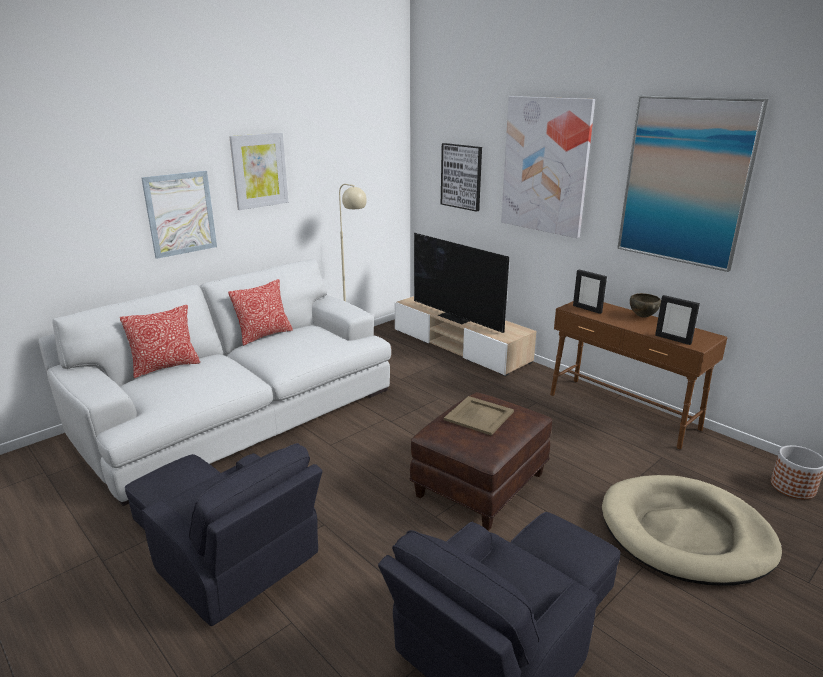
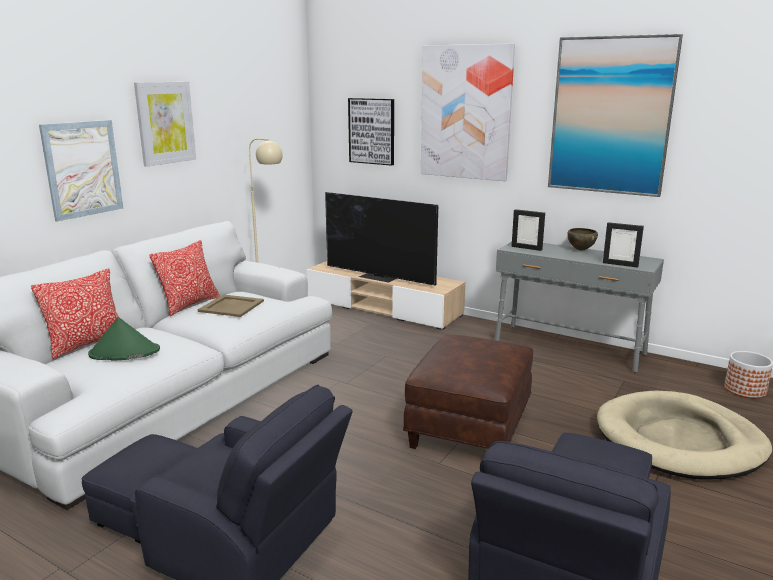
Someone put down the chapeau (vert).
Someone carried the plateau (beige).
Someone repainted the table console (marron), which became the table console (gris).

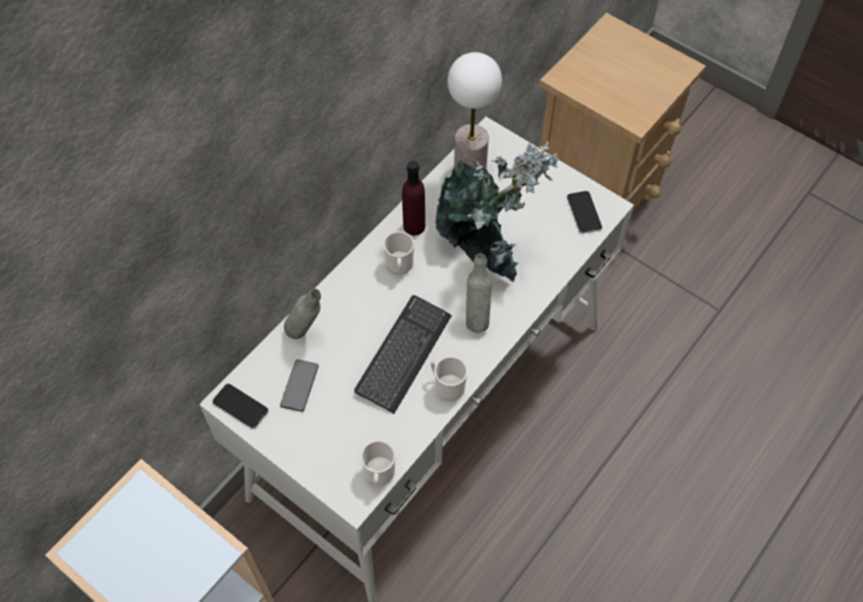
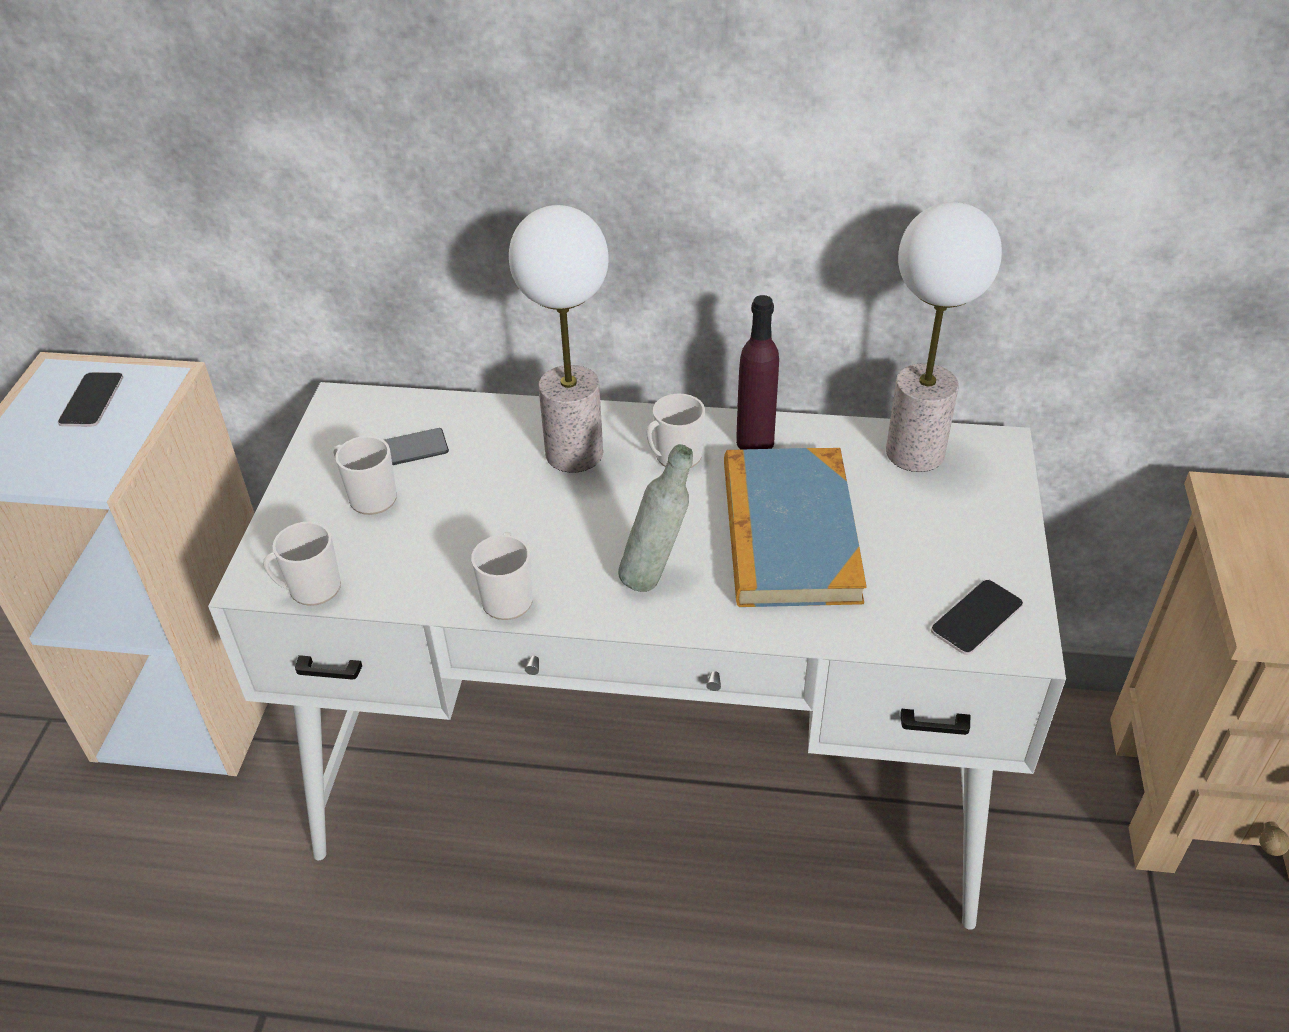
Someone carried the téléphone (1st from left).
Someone put down the mug (2nd from left).
Someone put down the lampe de table (1st from left).
Someone swapped the plante en pot for the livre.
Someone took away the bouteille (gris) (1st from left).
Someone took away the clavier.

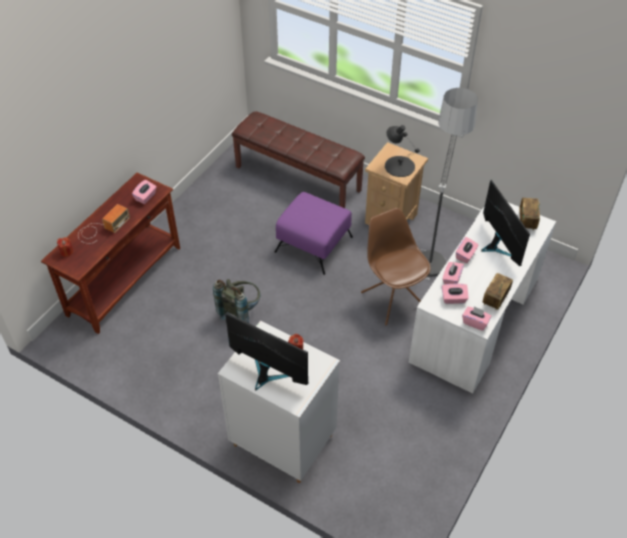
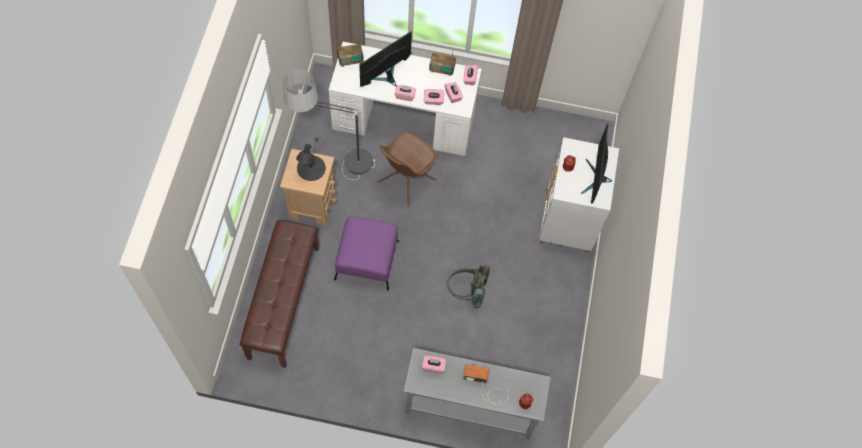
Someone repainted the table console (marron), which became the table console (gris).

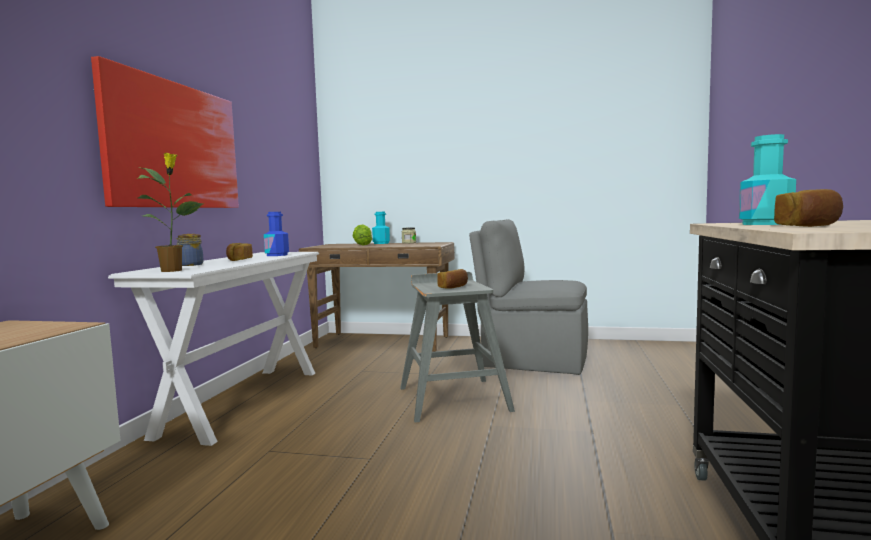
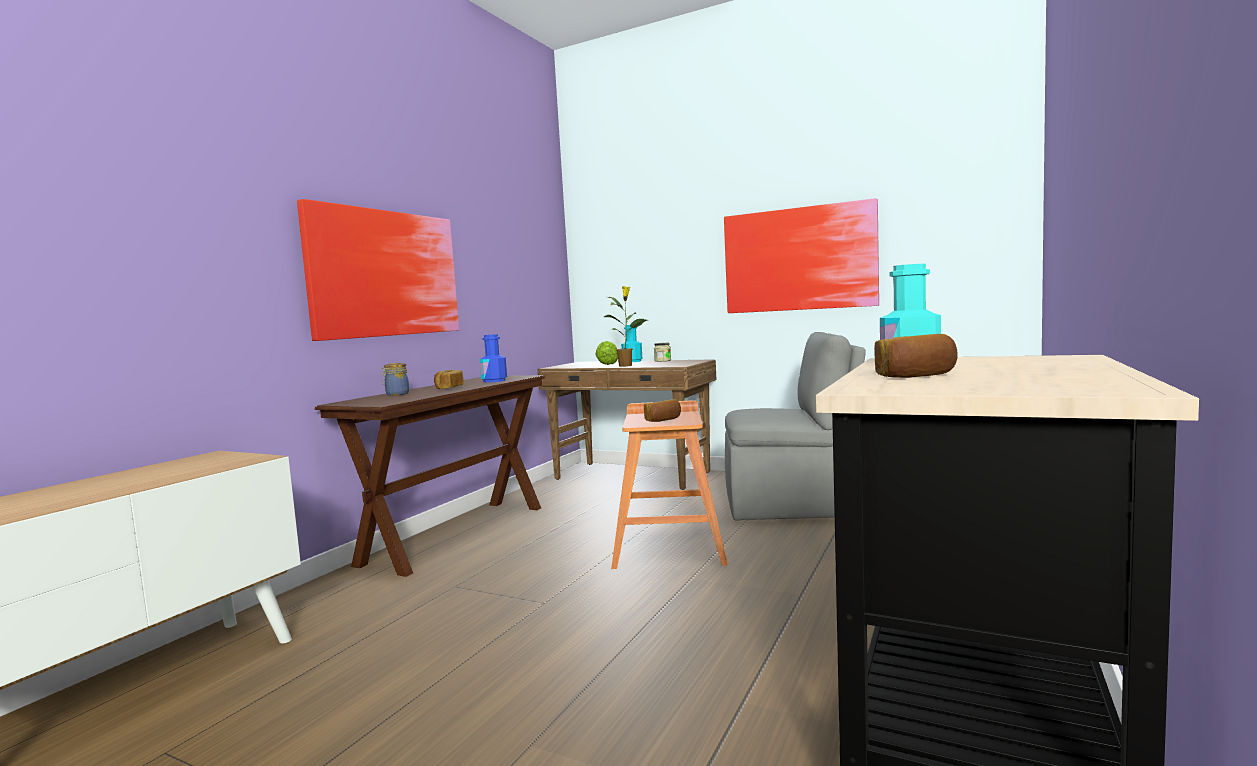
Someone repainted the table console (blanc), which became the table console (marron) (1st from left).
Someone carried the plante en pot.
Someone repainted the tabouret (gris), which became the tabouret (marron).
Someone put up the tableau (2nd from left).
Someone rotated the chaise (gris) by 150 degrees clockwise.

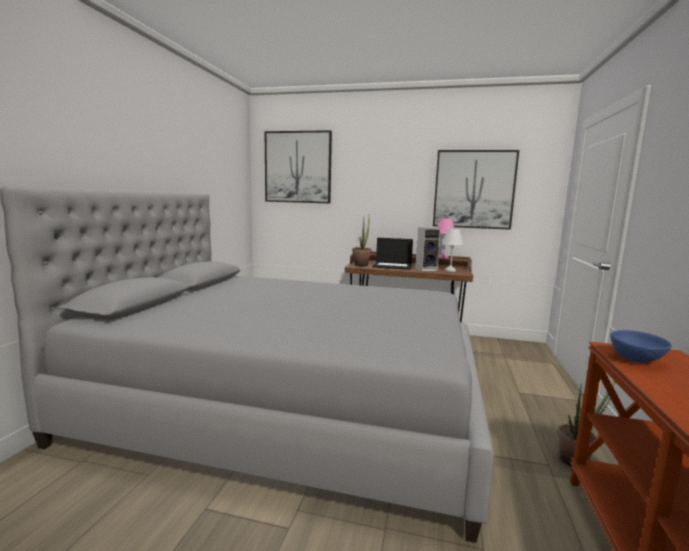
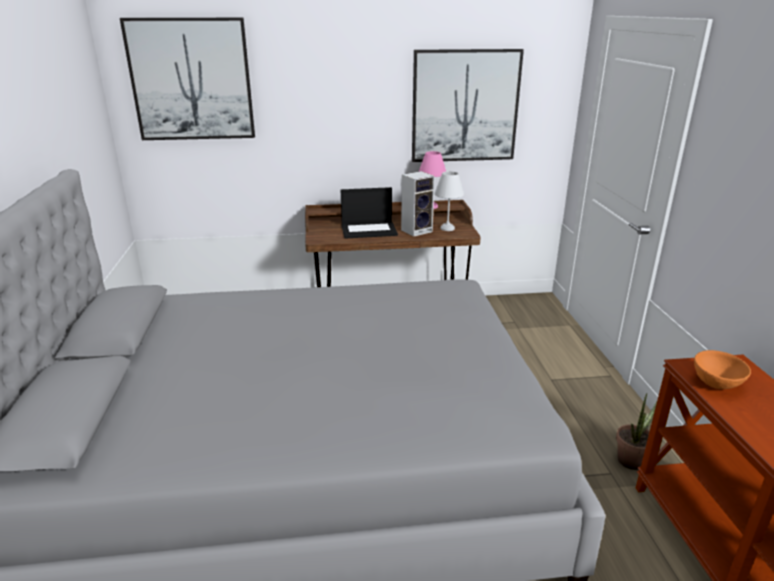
Someone repainted the bol (bleu), which became the bol (orange).
Someone took away the plante en pot (1st from left).

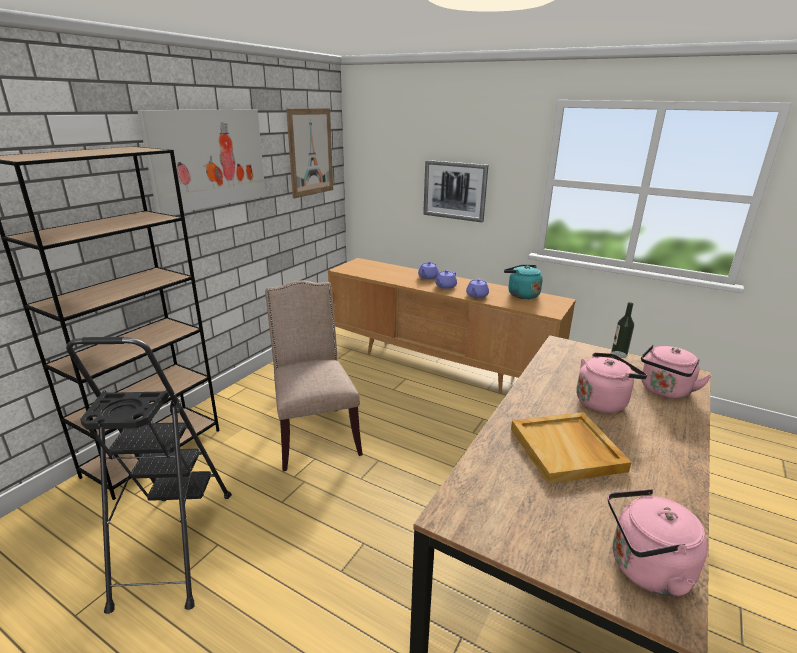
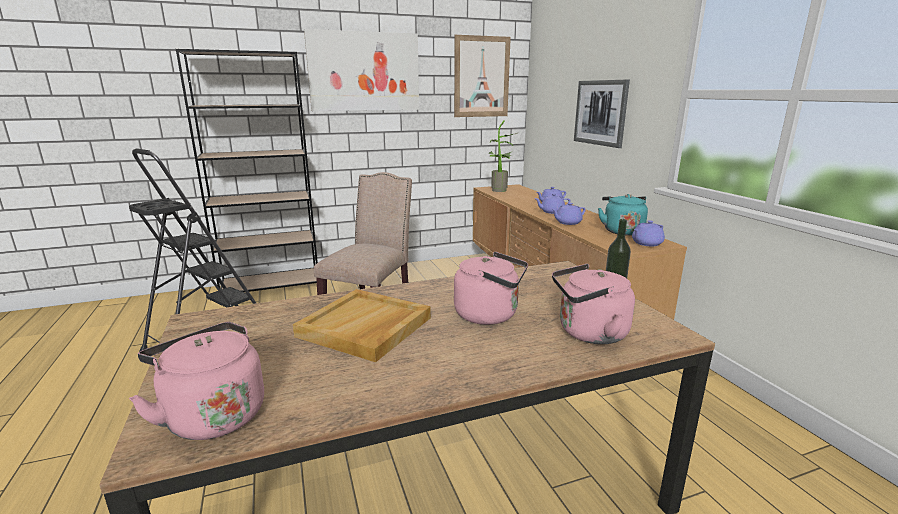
Someone put down the plante en pot.
Someone put down the théière (violet) (4th from left).

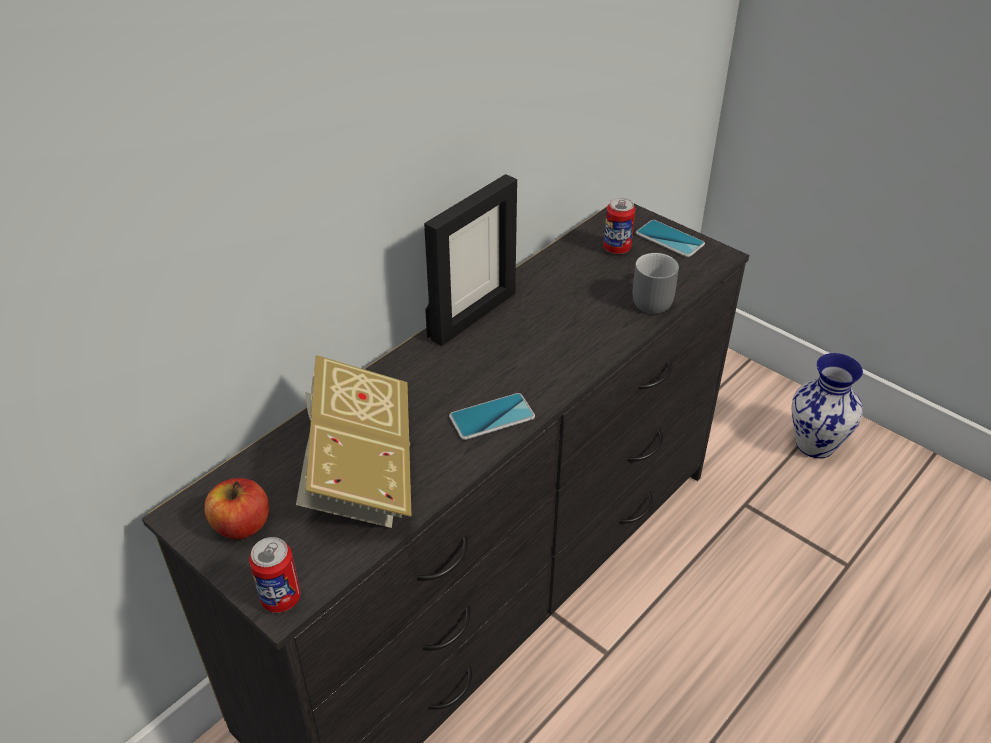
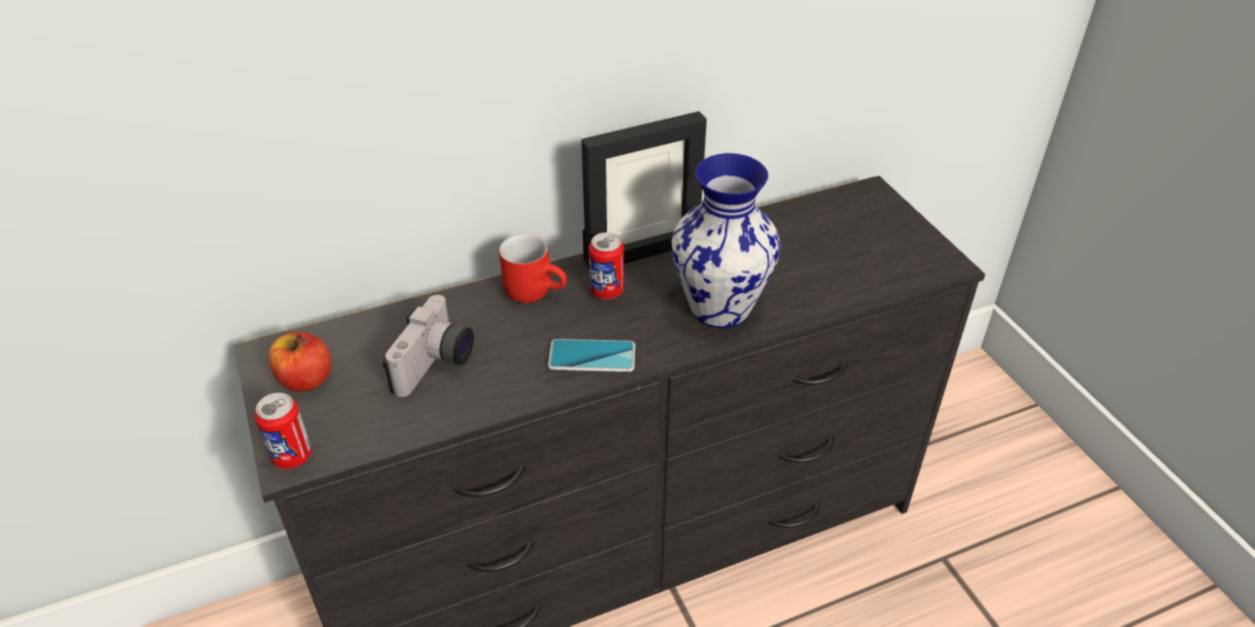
Someone swapped the livre for the appareil photo.
Someone put down the mug (rouge).
Someone carried the boîte métallique (2nd from left).
Someone carried the vase.
Someone took away the mug (gris).
Someone took away the téléphone (2nd from left).

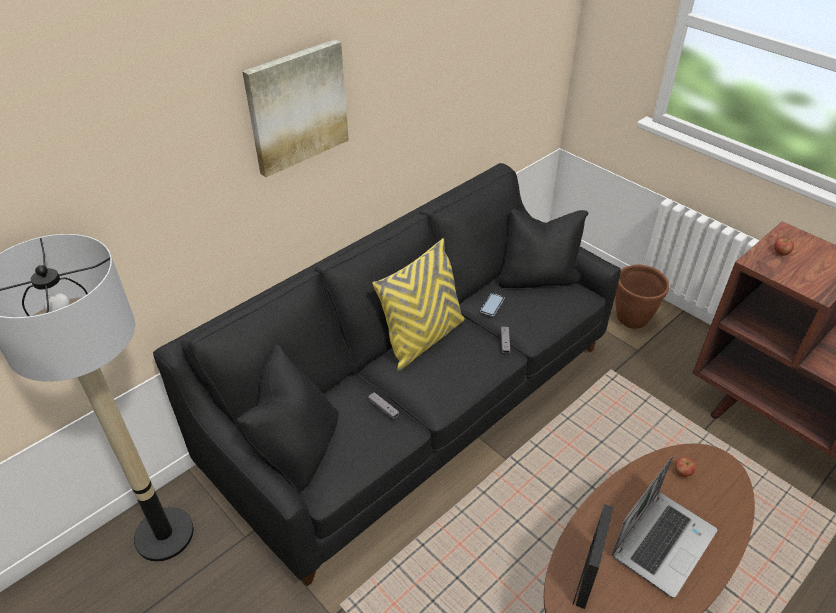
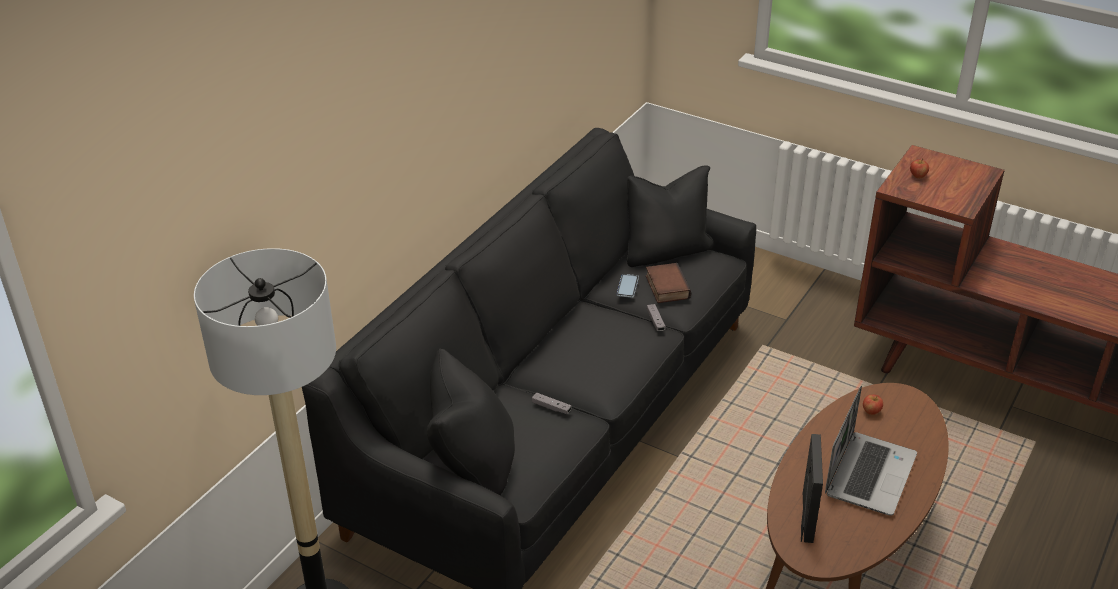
Someone put down the livre.
Someone took away the tableau.
Someone took away the coussin (jaune).
Someone took away the cache-pot (marron).

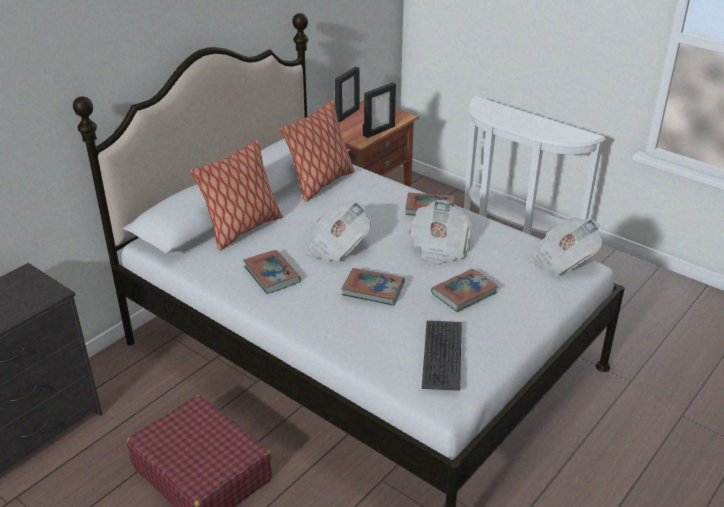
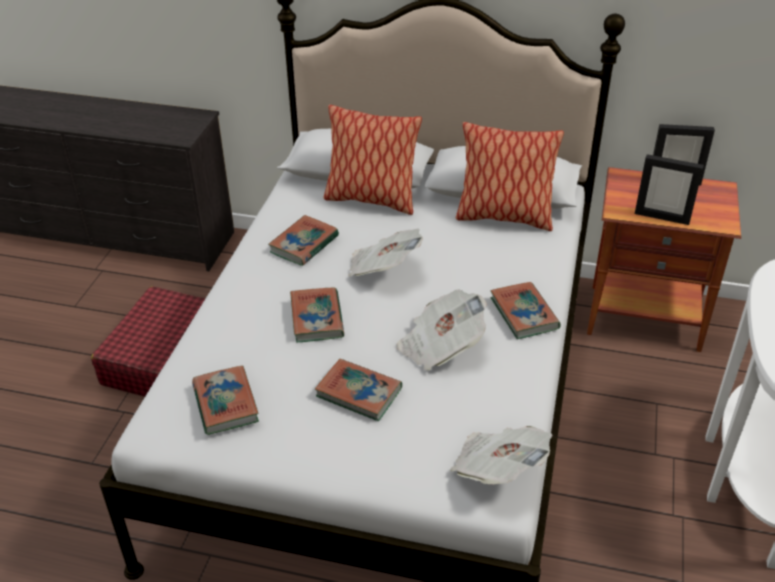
Someone swapped the clavier for the livre (1st from left).

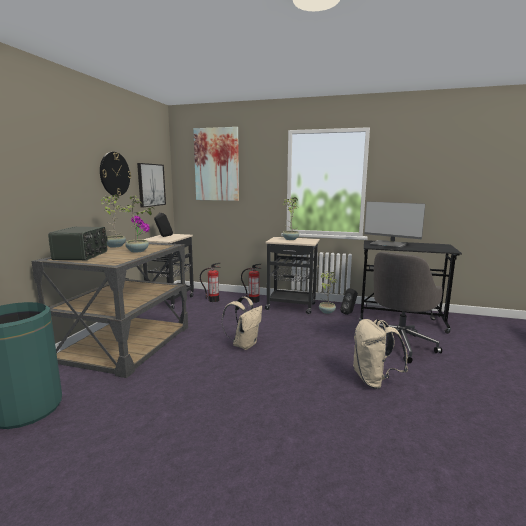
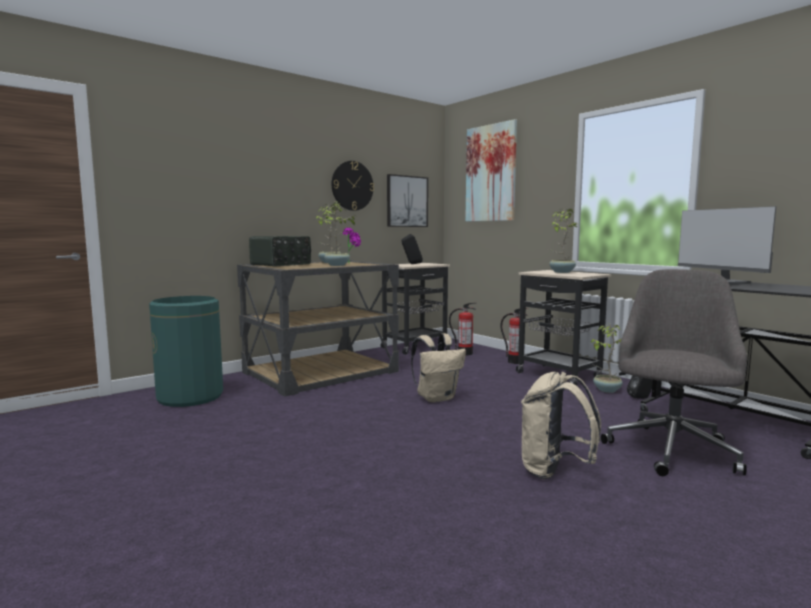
Someone rotated the chaise de bureau (gris) by 135 degrees clockwise.

